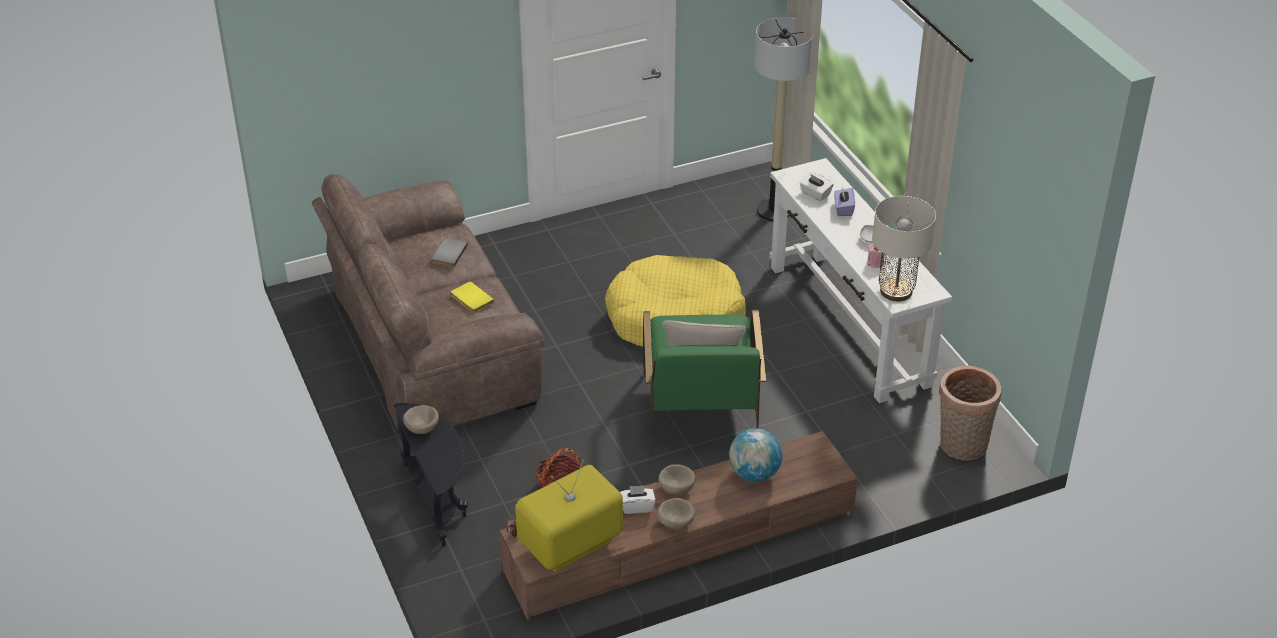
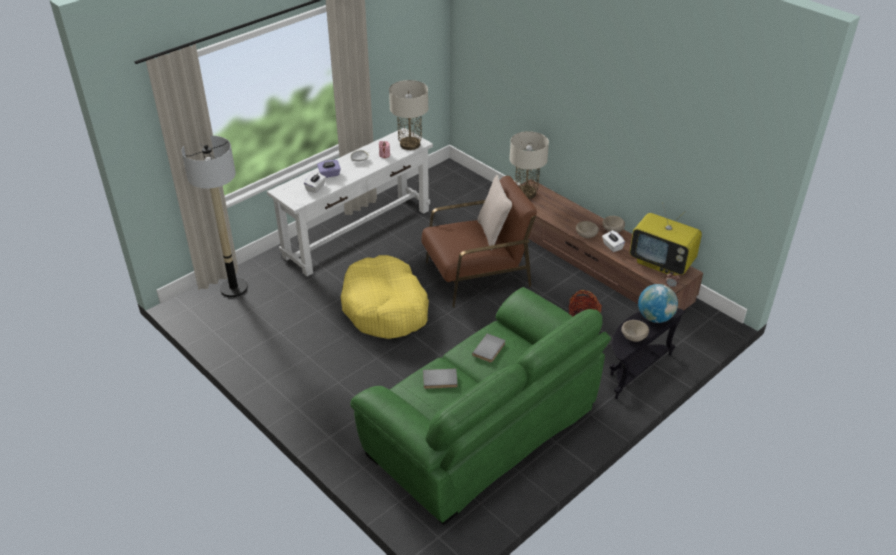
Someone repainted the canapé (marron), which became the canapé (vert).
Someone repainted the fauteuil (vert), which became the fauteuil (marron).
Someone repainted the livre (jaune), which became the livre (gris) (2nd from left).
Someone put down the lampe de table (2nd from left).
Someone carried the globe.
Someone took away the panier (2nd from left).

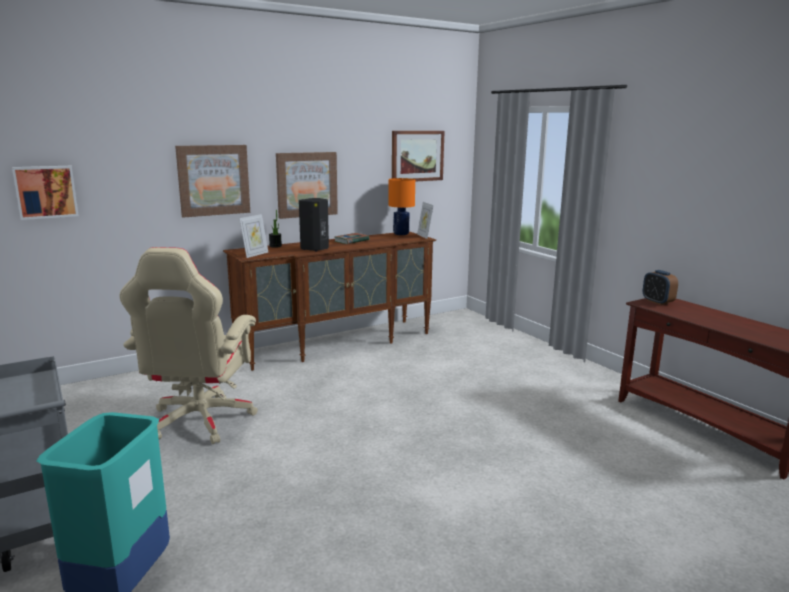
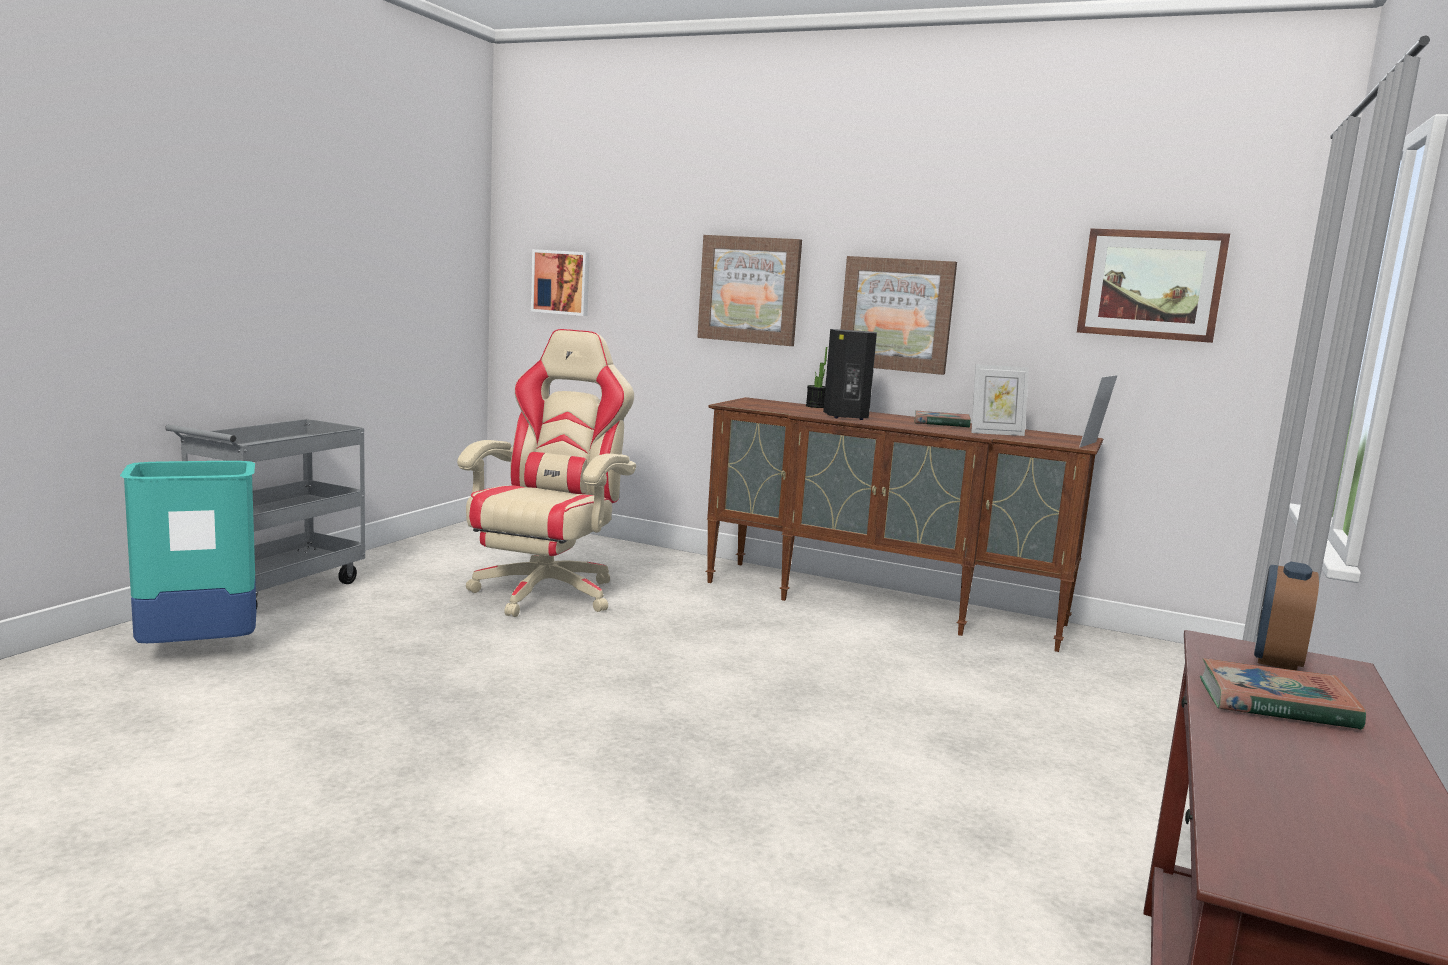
Someone rotated the chaise de bureau (beige) by 135 degrees clockwise.
Someone carried the cadre photo (1st from left).
Someone put down the livre (2nd from left).
Someone took away the lampe de table (orange).

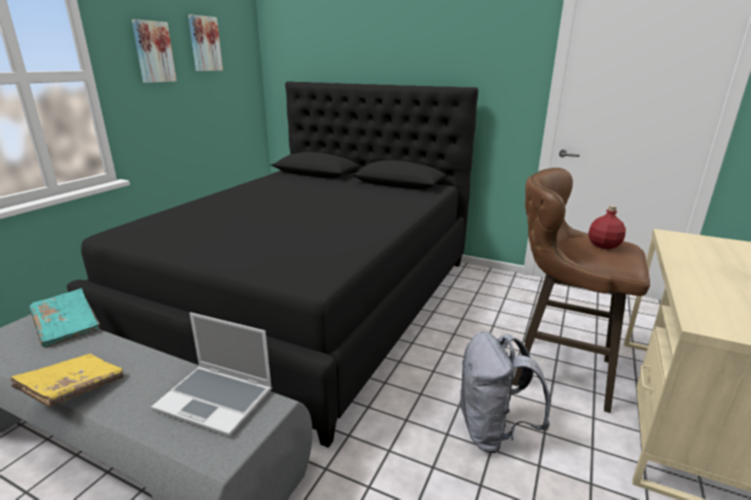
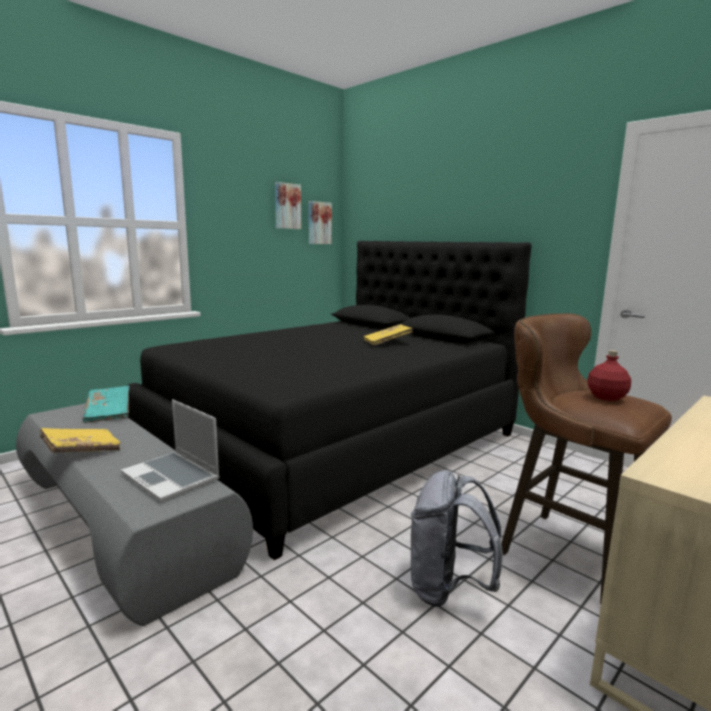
Someone carried the tableau (1st from left in the first image).
Someone put down the livre (jaune) (2nd from left).

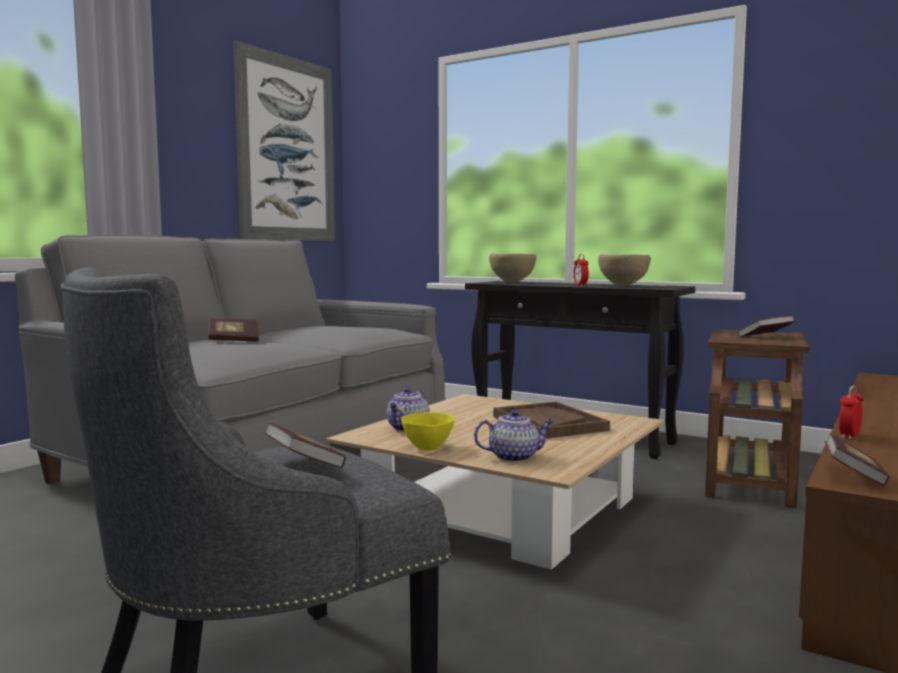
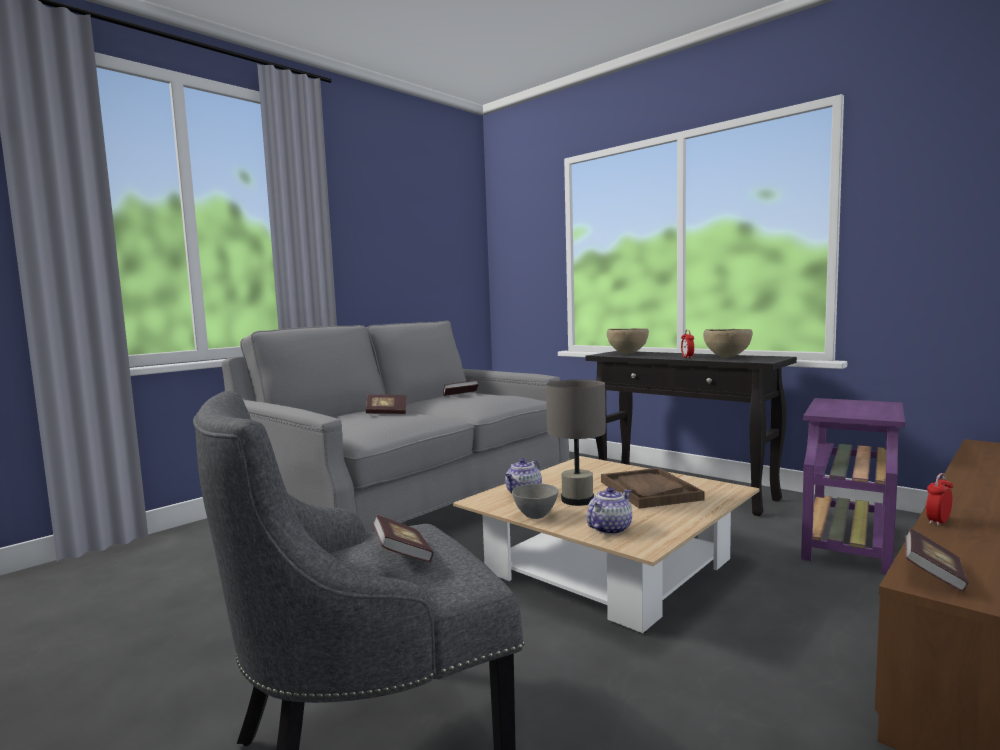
Someone carried the livre (3rd from left).
Someone repainted the bol (jaune), which became the bol (gris).
Someone put down the lampe de table (gris).
Someone rotated the théière (2nd from left) by 45 degrees counterclockwise.
Someone repainted the table d'appoint (marron), which became the table d'appoint (violet).
Someone took away the tableau.

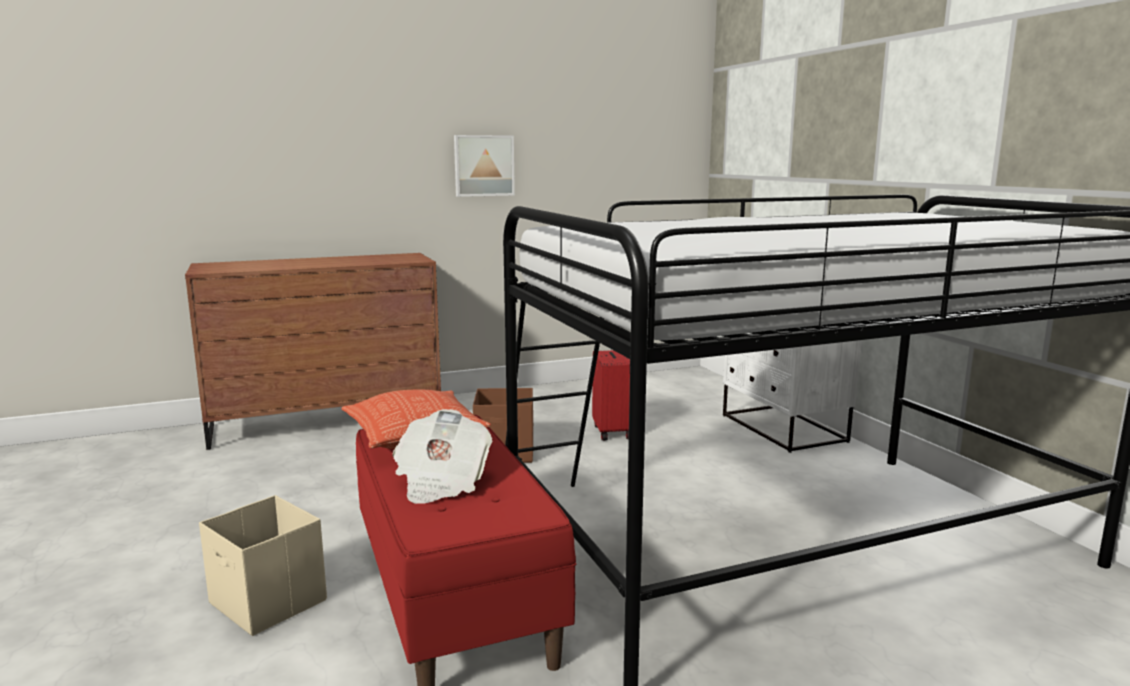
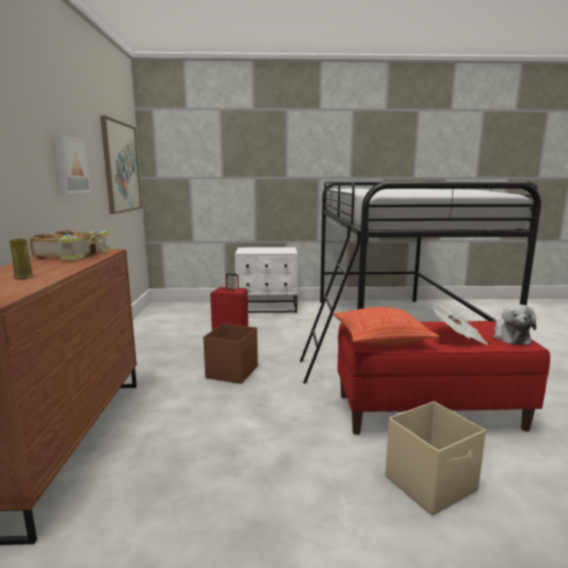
Someone put down the vase (jaune).
Someone put down the livre.
Someone put up the tableau (2nd from left).
Someone put down the peluche.

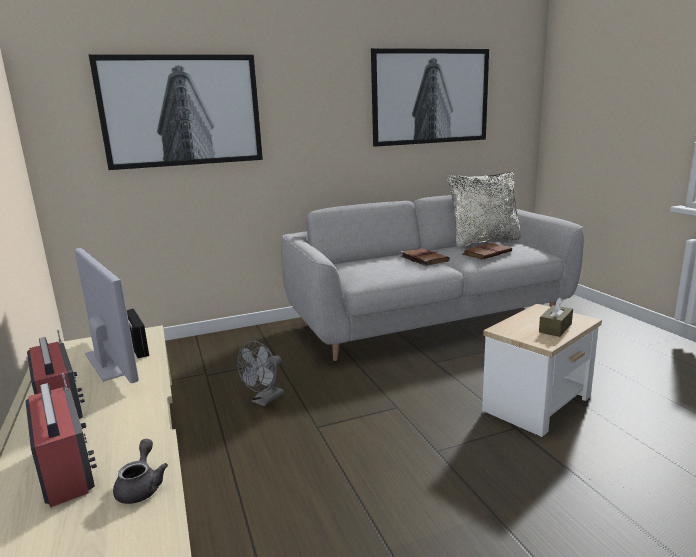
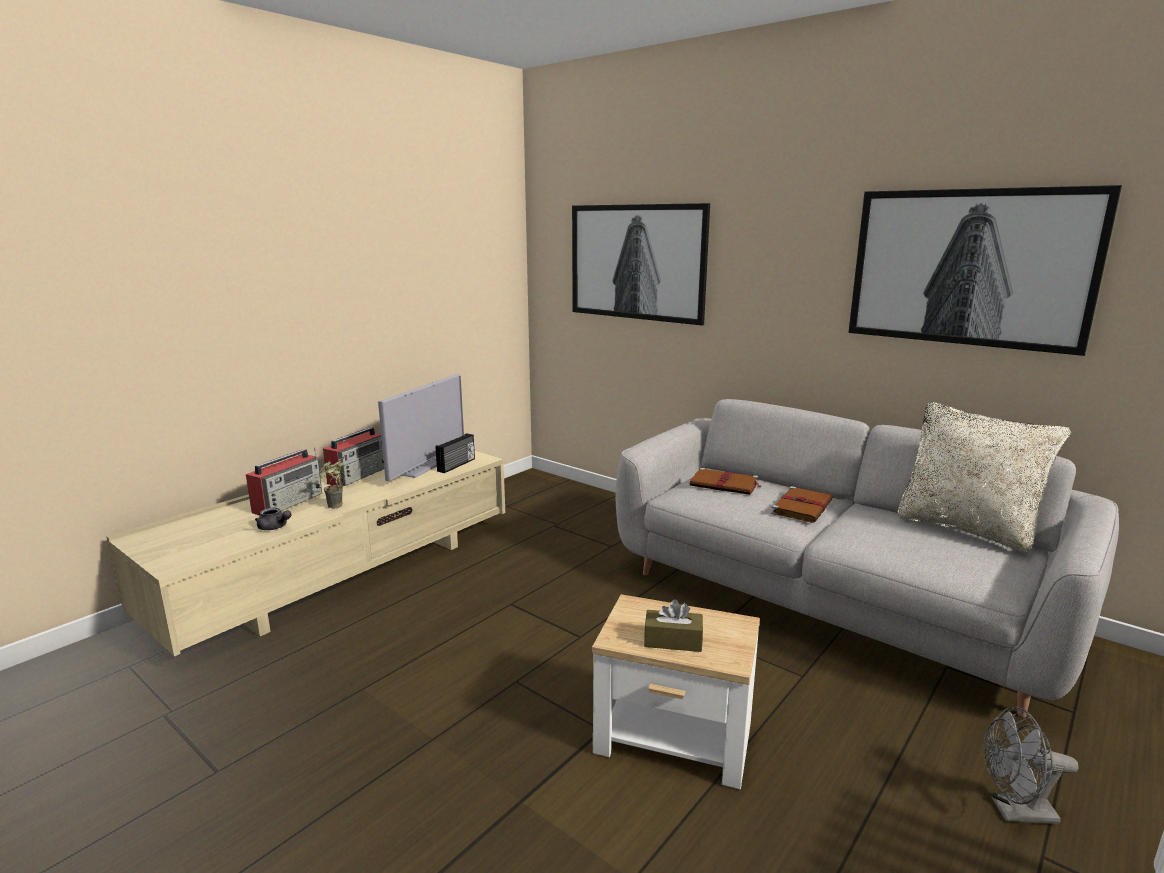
Someone rotated the théière (gris) by 60 degrees clockwise.
Someone put down the plante en pot.
Someone carried the livre (marron) (2nd from left in the first image).
Someone carried the ventilateur (gris).

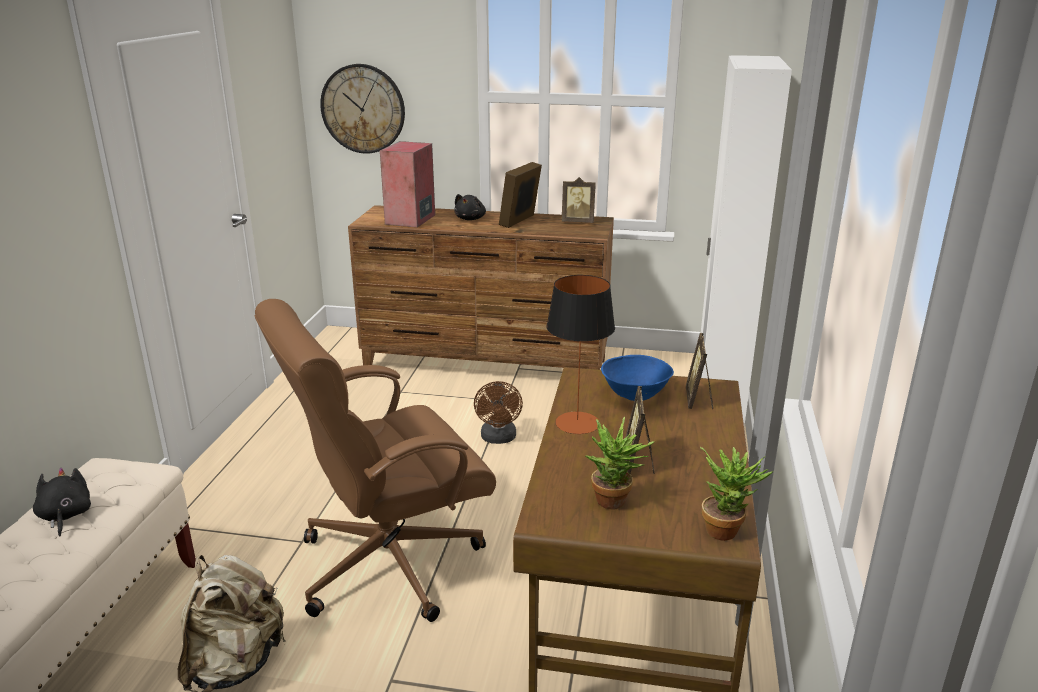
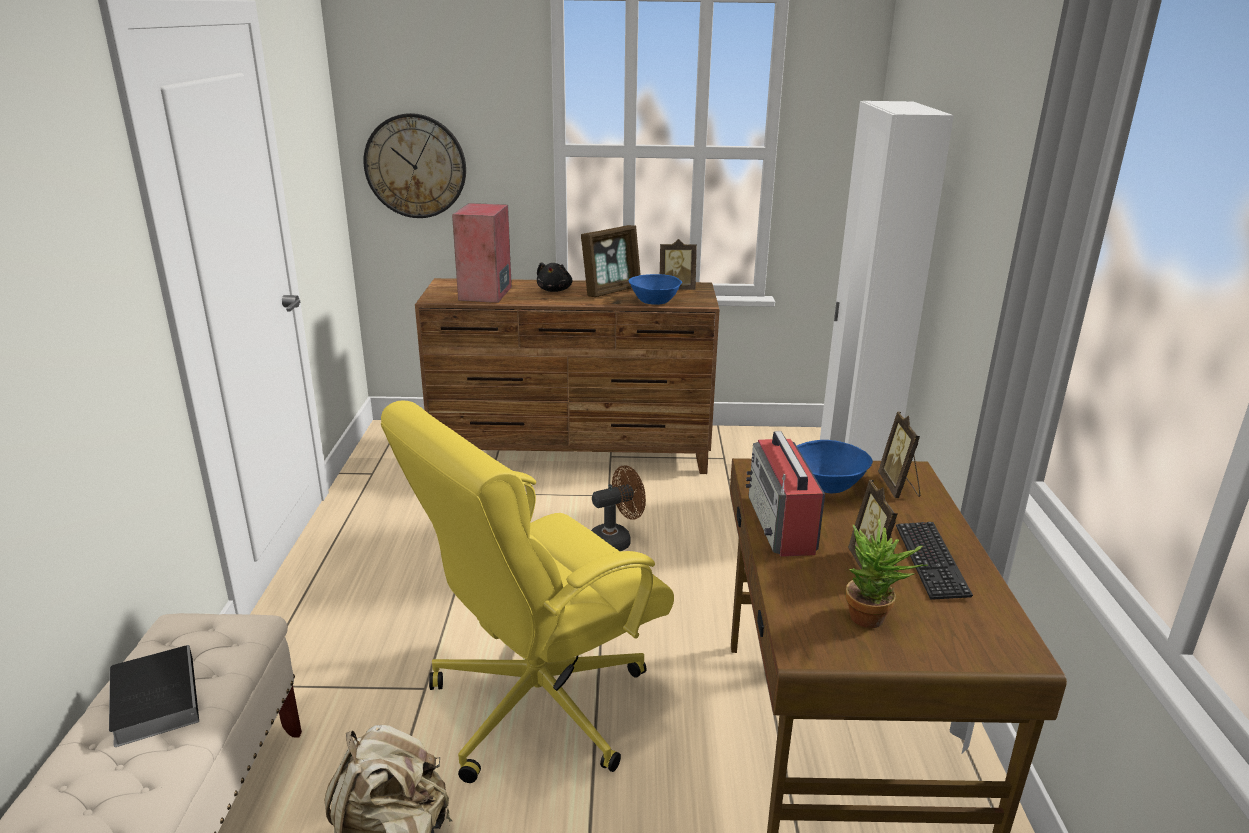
Someone swapped the peluche (noir) (1st from left) for the livre.
Someone repainted the chaise de bureau (marron), which became the chaise de bureau (jaune).
Someone rotated the cadre photo (1st from left) by 150 degrees counterclockwise.
Someone rotated the ventilateur (marron) by 105 degrees counterclockwise.
Someone put down the bol (bleu) (1st from left).
Someone swapped the lampe de table for the radio.
Someone put down the clavier.
Someone took away the plante en pot (2nd from left).

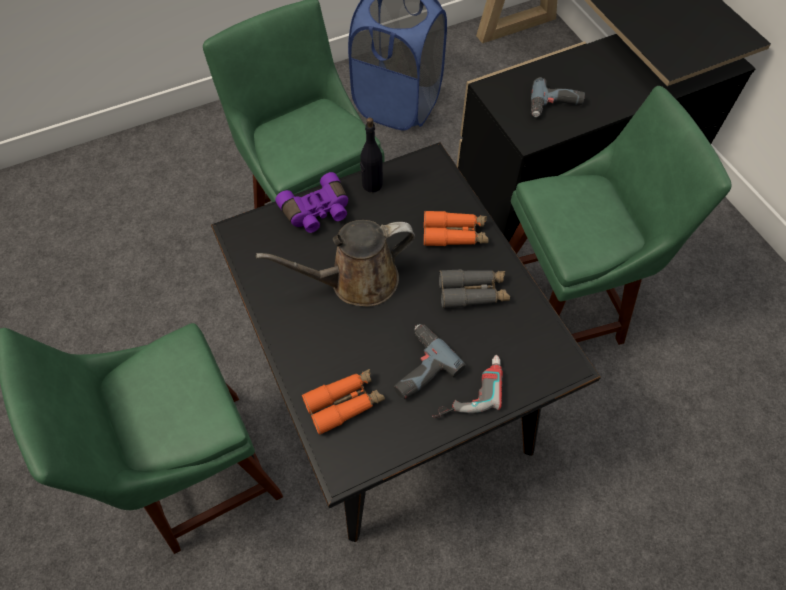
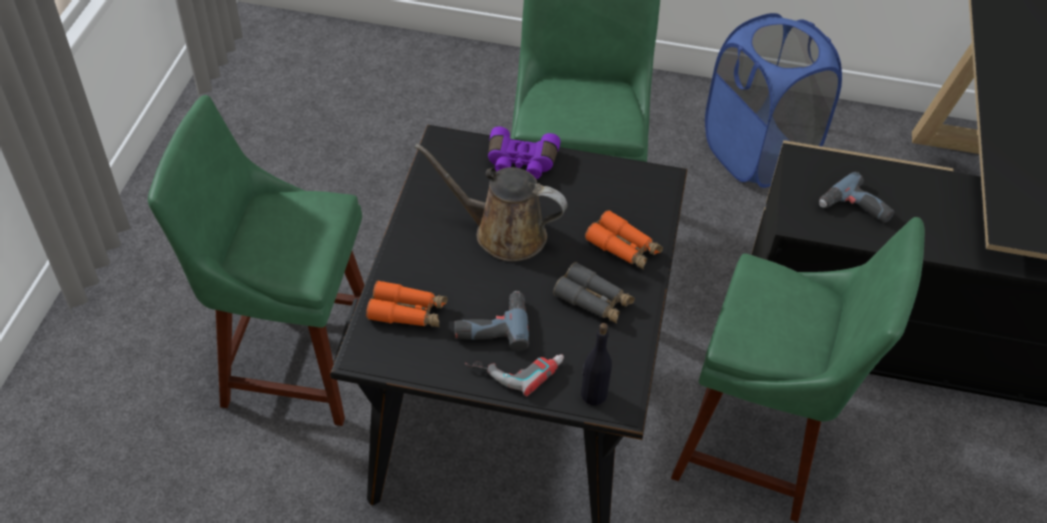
Someone carried the bouteille (noir).

